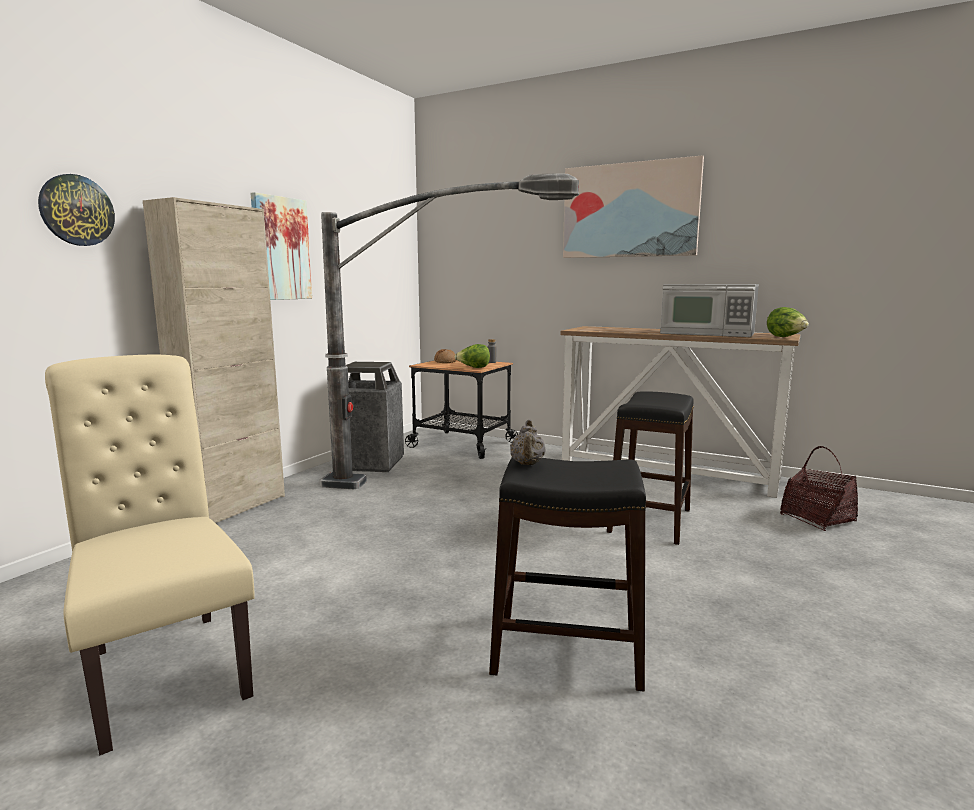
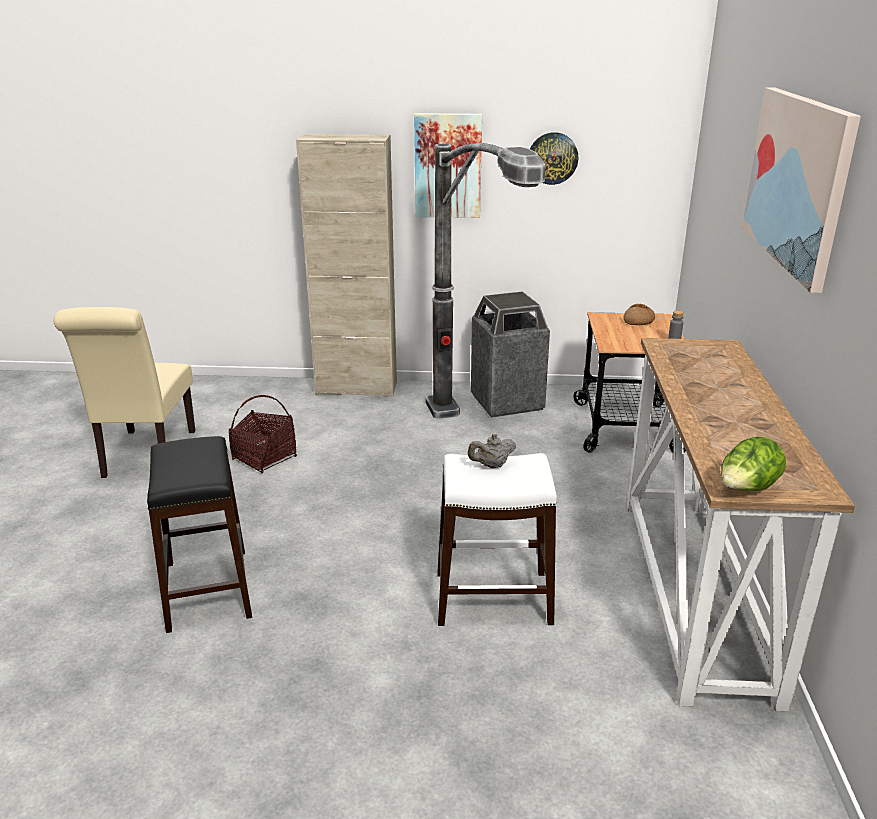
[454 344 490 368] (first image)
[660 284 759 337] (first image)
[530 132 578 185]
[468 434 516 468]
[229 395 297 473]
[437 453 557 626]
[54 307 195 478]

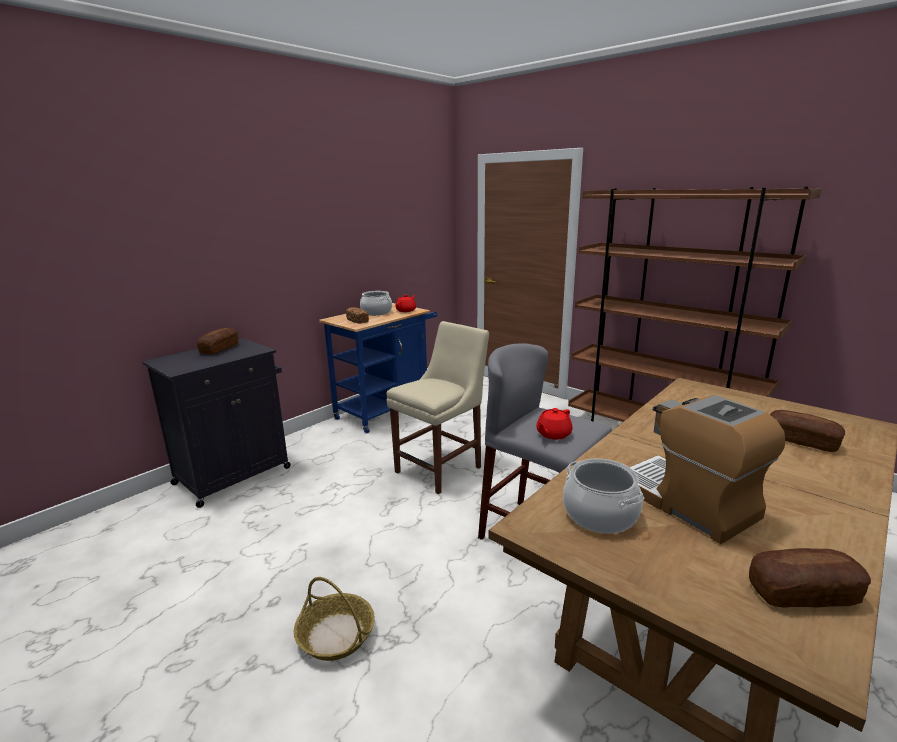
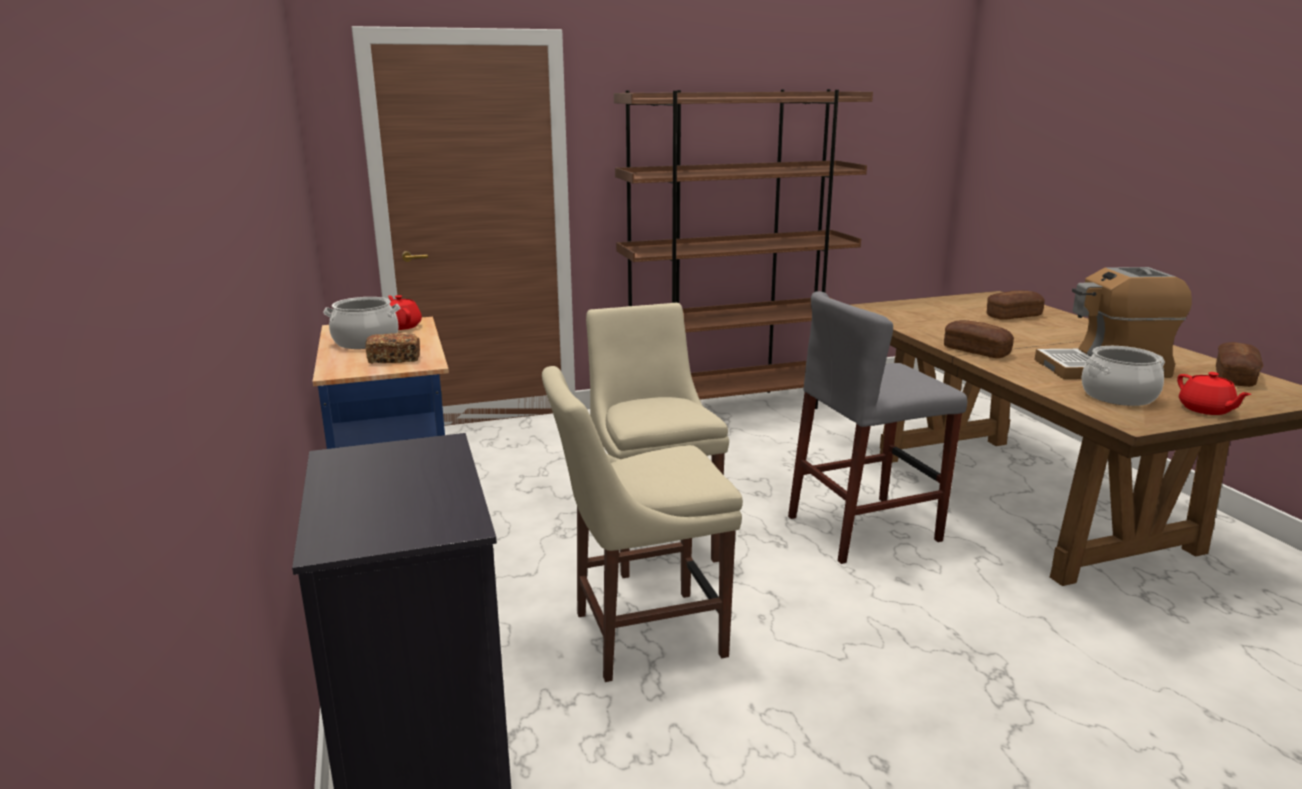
[294 577 375 661] (first image)
[542 366 743 682]
[944 320 1014 358]
[1177 372 1252 415]

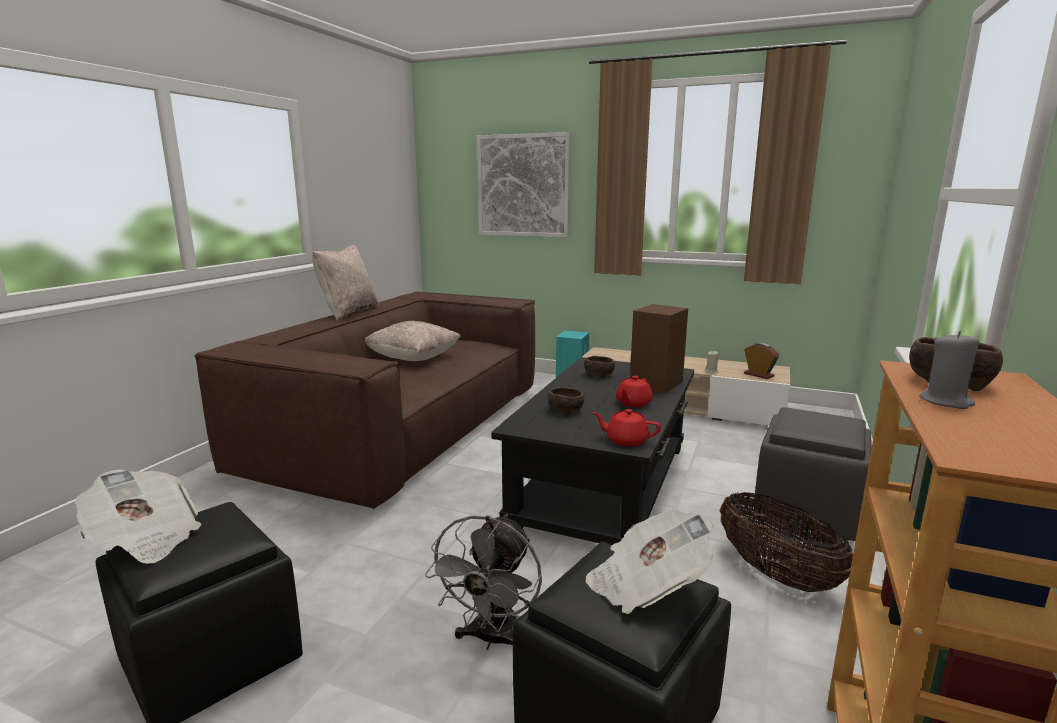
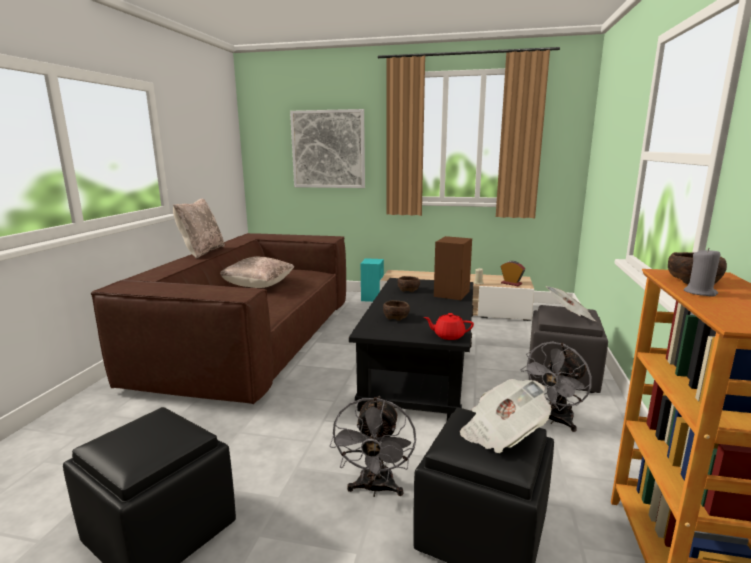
[616 376 653 407] (first image)
[546 286 596 321]
[521 342 592 432]

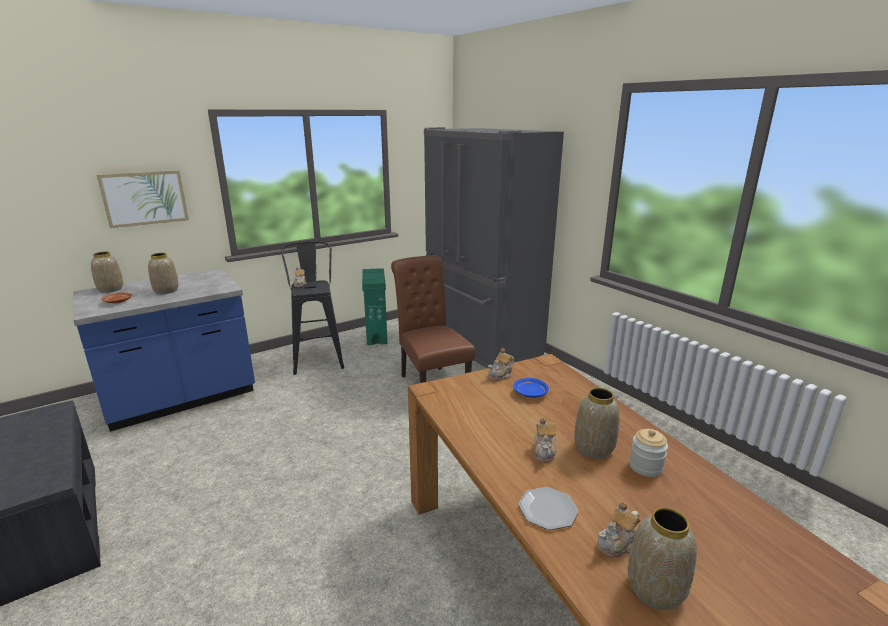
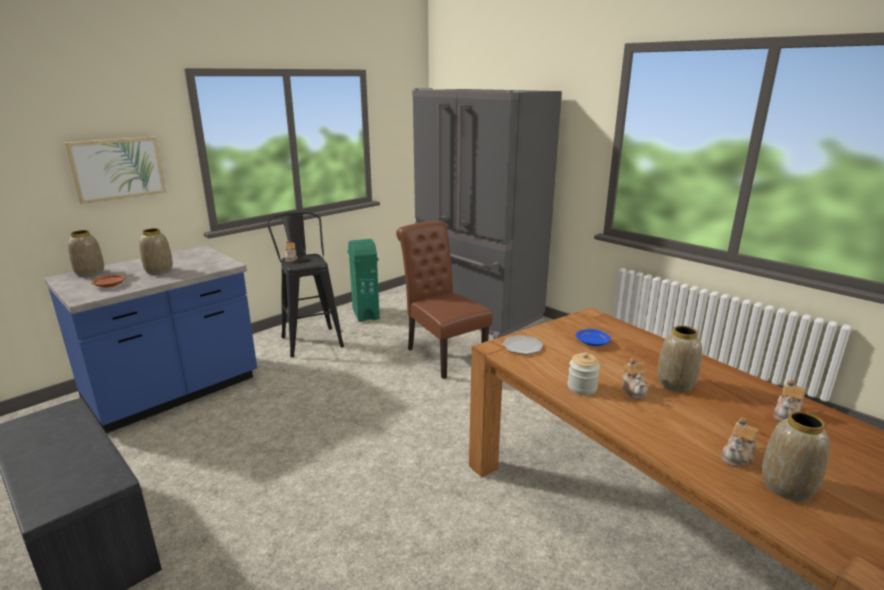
[773 379 805 422]
[502 335 543 355]
[568 352 600 395]

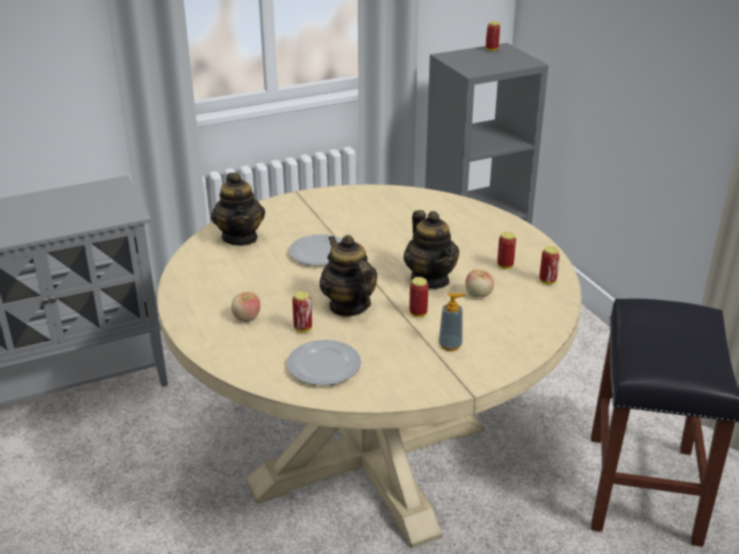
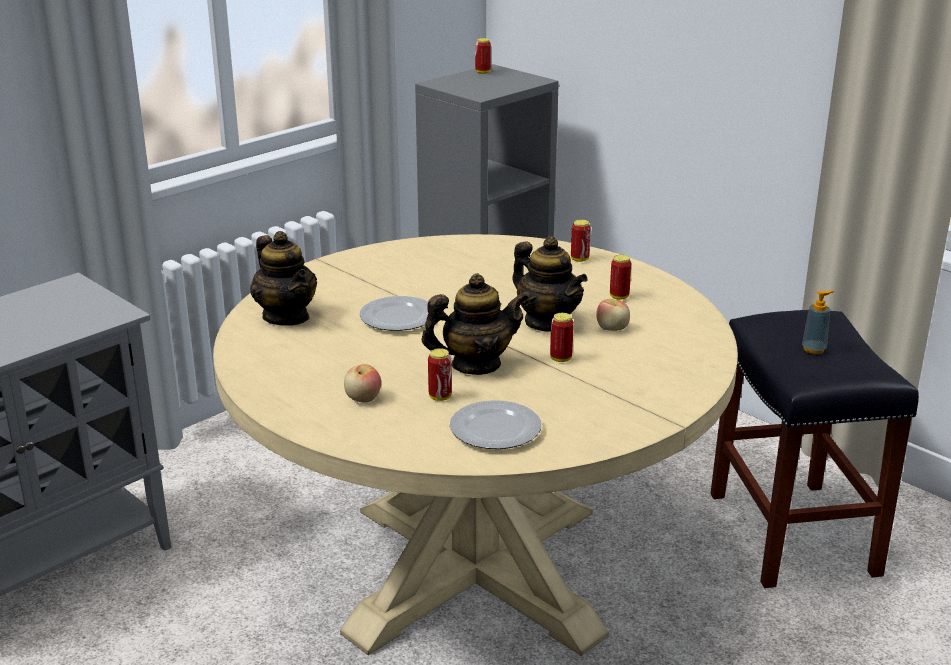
[802 290 834 354]
[571 220 591 262]
[422 273 529 375]

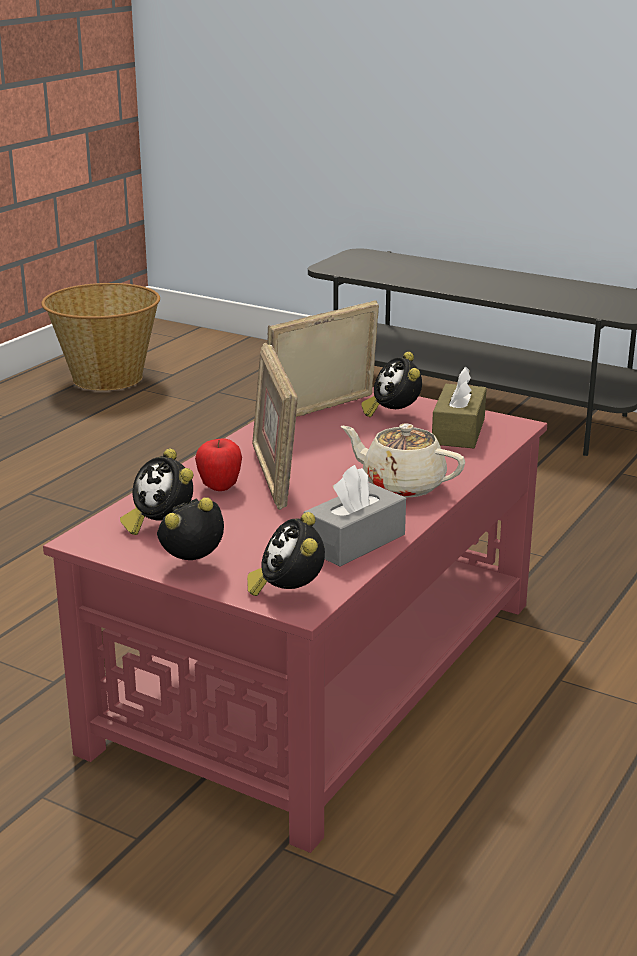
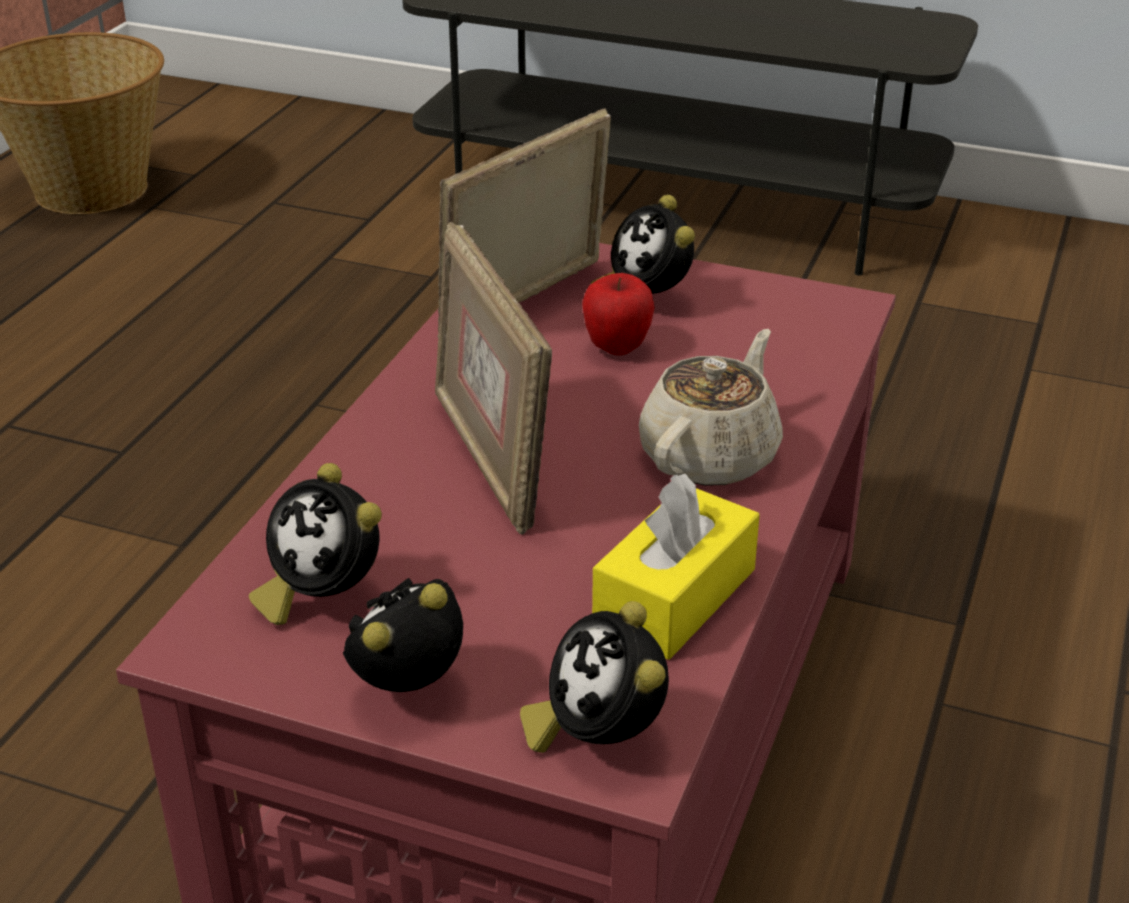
[432 367 487 449] (first image)
[582 273 655 355]
[592 474 760 660]
[639 329 783 486]

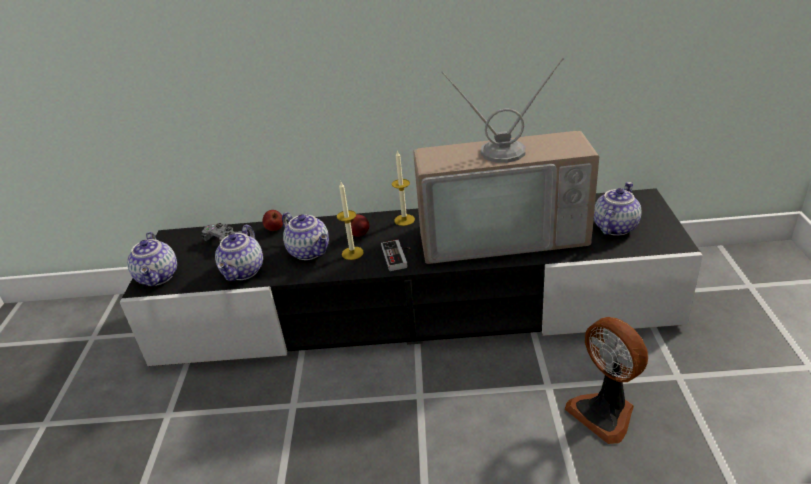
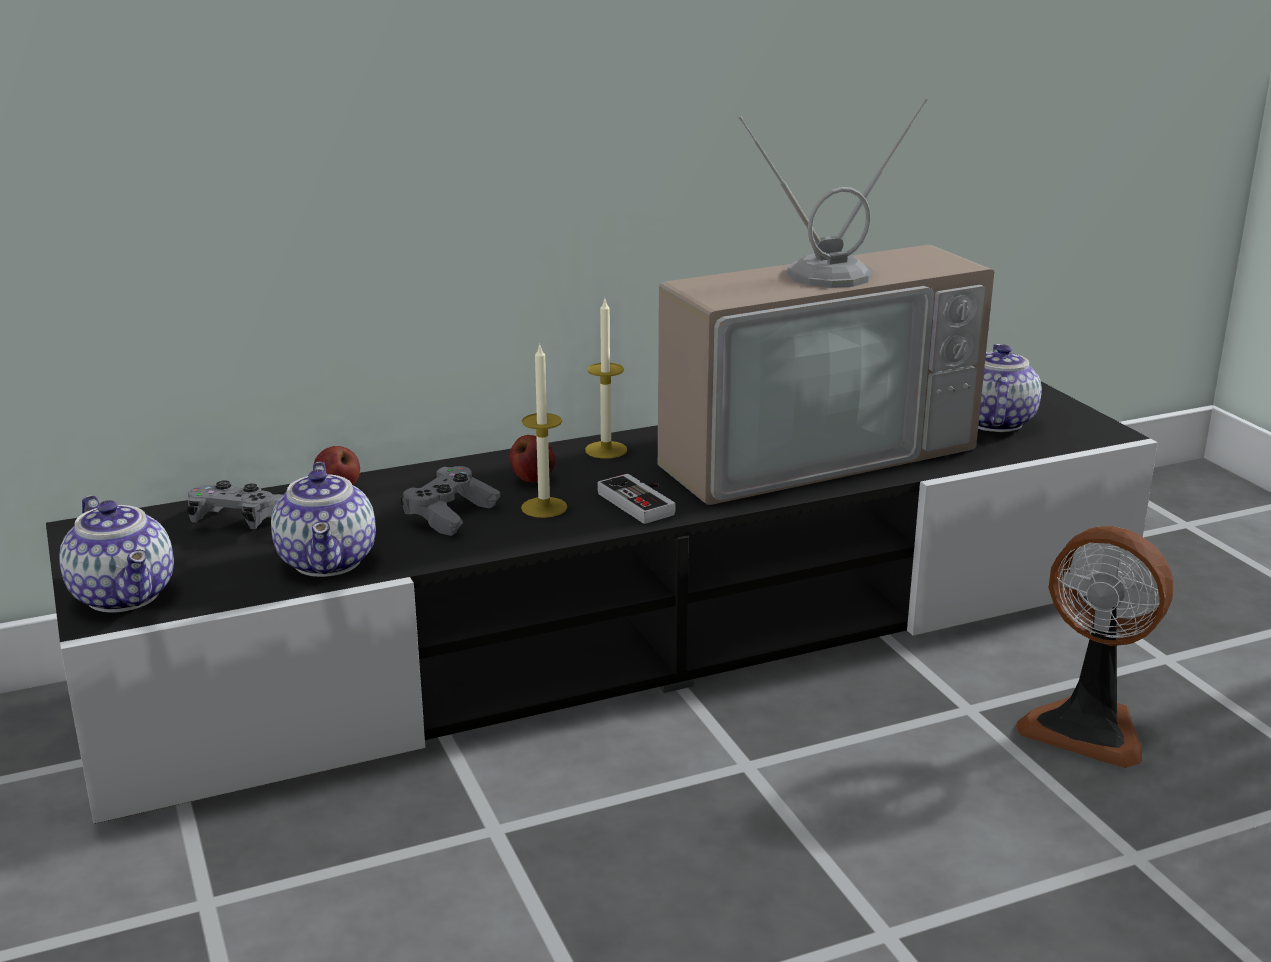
[401 466 500 536]

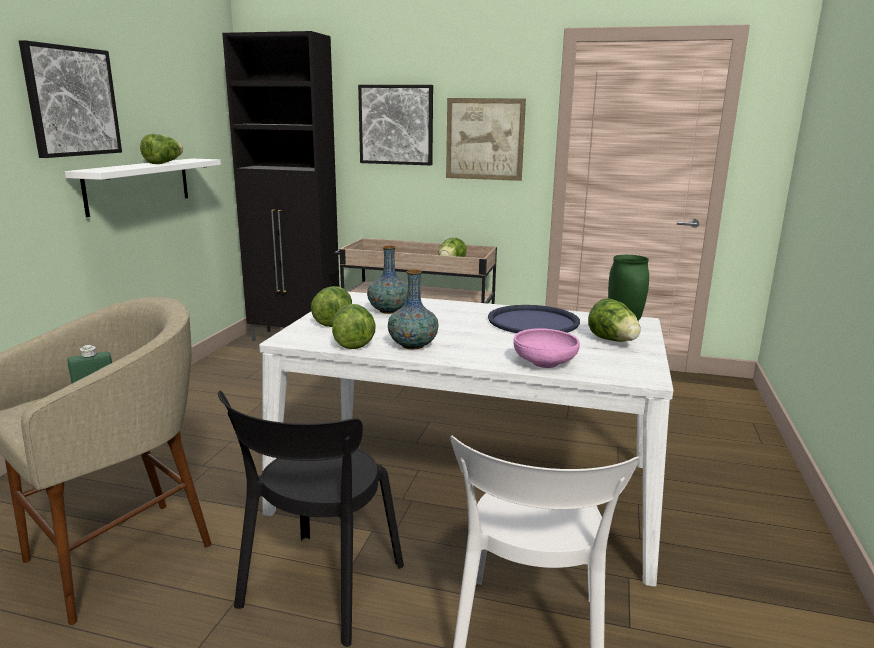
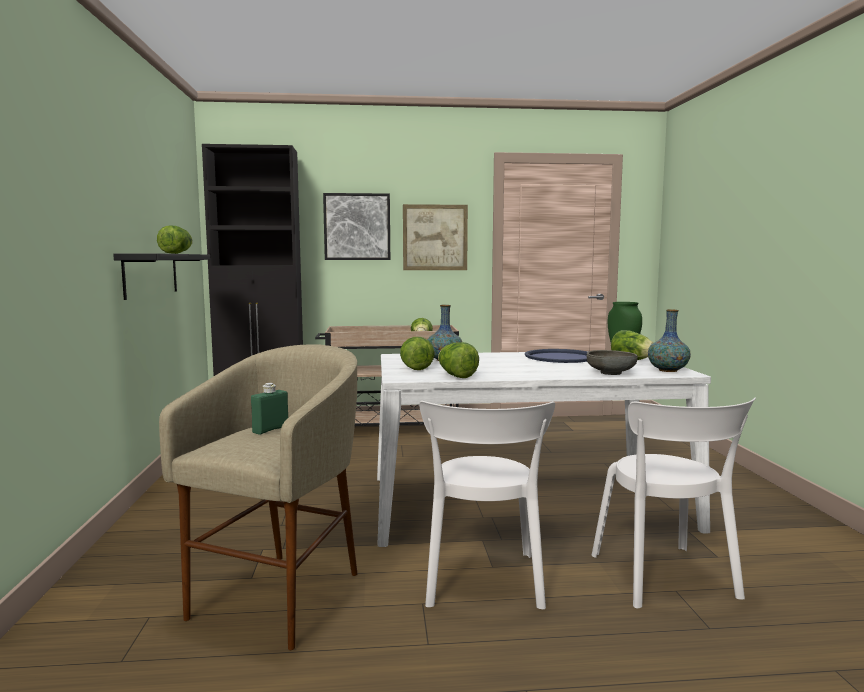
[19 40 122 158] (first image)
[648 309 691 372]
[113 253 210 300]
[419 401 555 609]
[587 350 638 375]

